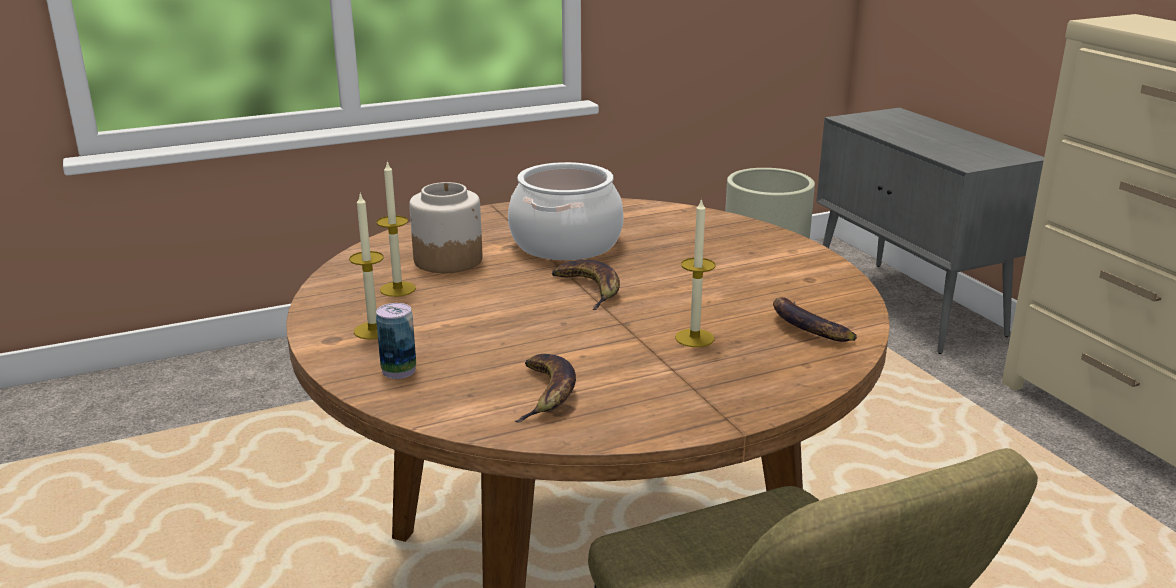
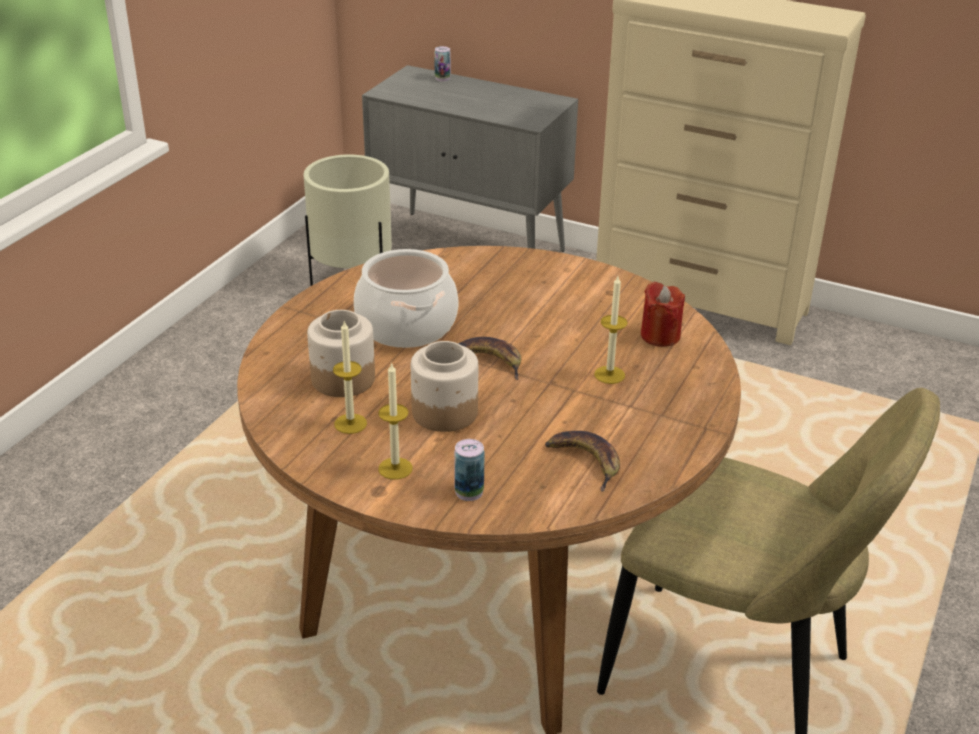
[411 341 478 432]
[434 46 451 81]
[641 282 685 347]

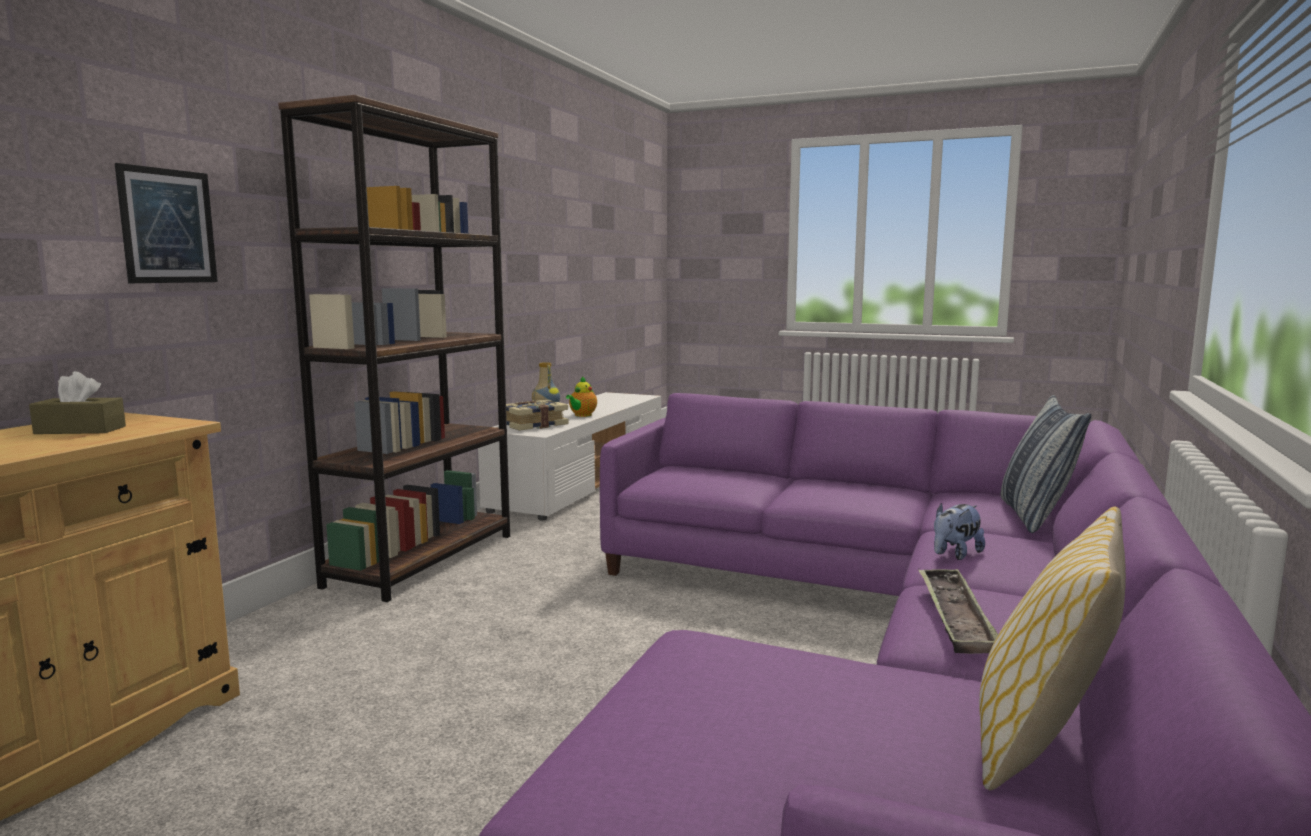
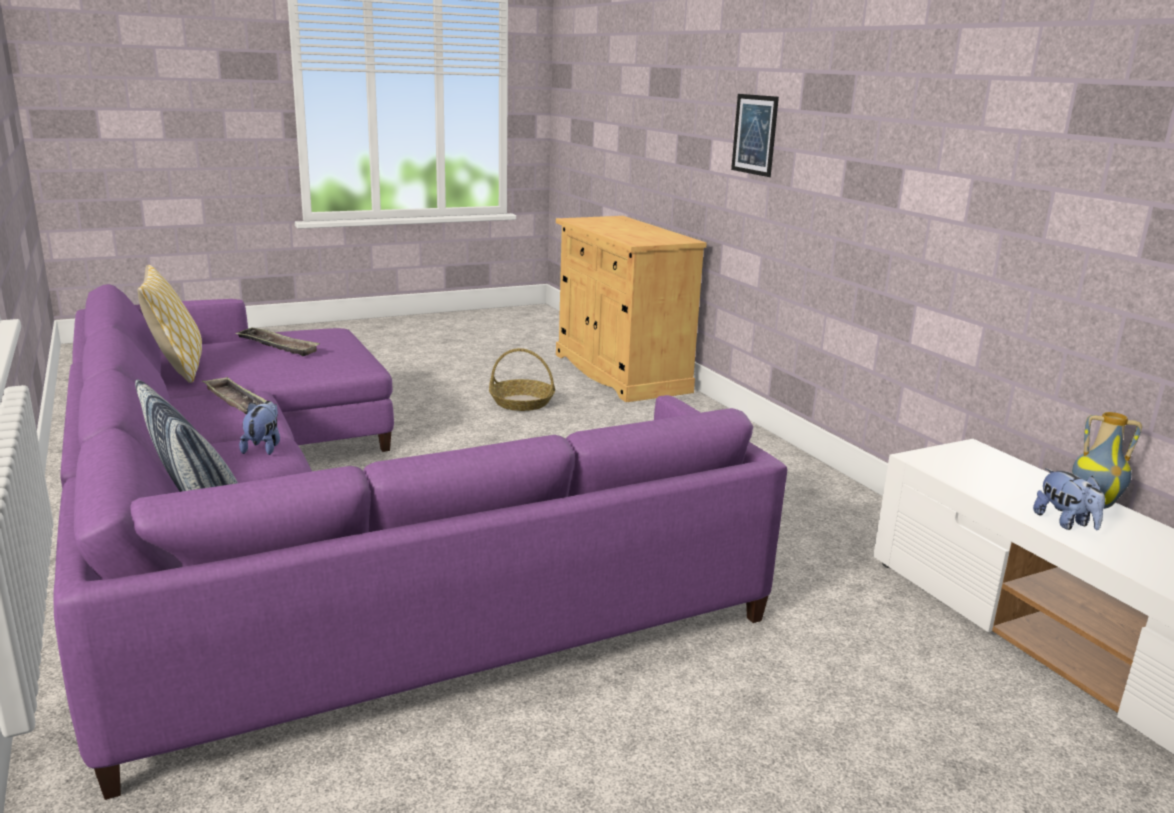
[29 371 126 434] (first image)
[278 95 510 602] (first image)
[506 400 569 431] (first image)
[235 328 320 356]
[489 348 555 411]
[1033 468 1105 530]

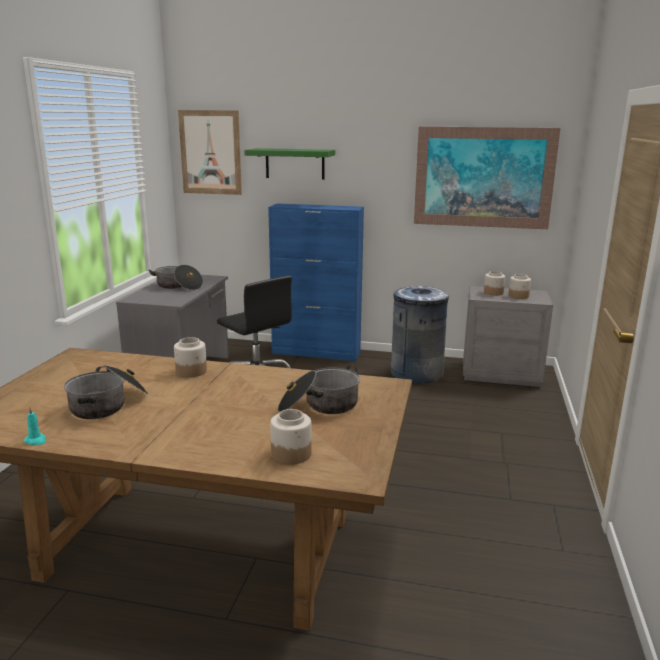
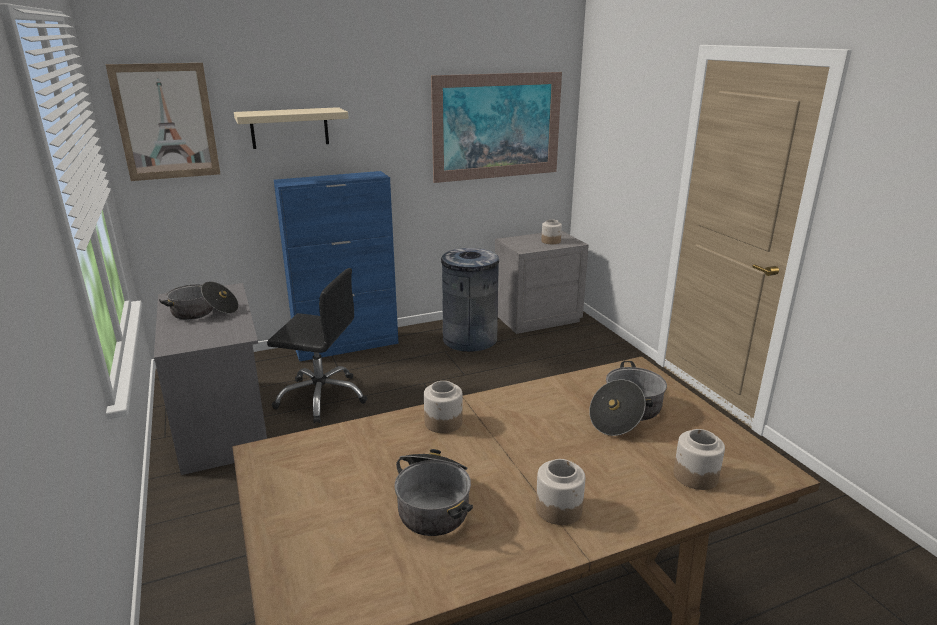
[23 407 46 445] (first image)
[536 459 585 525]
[234 107 349 149]

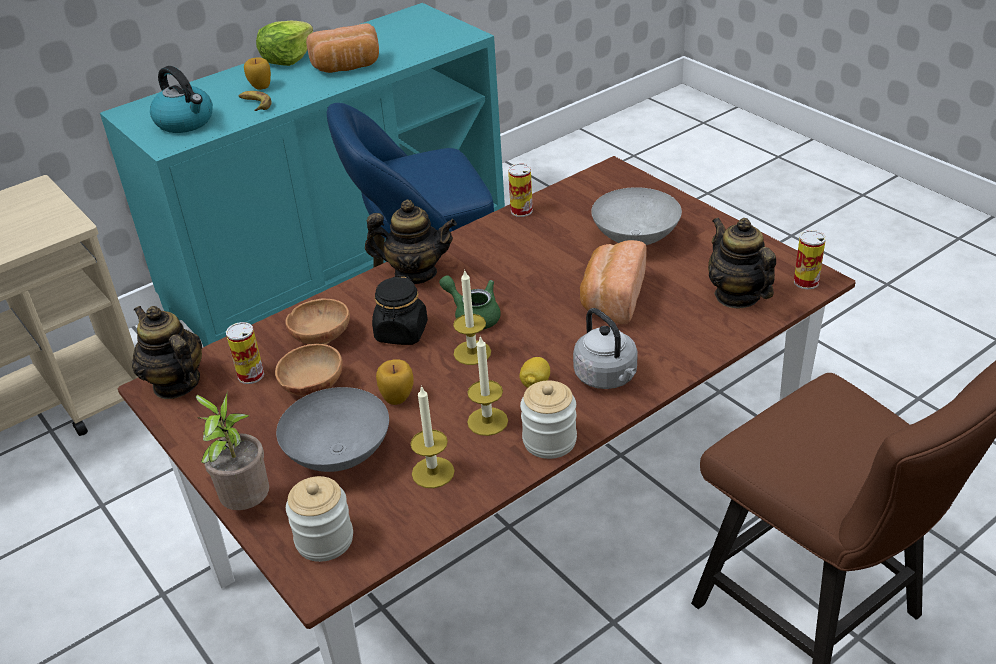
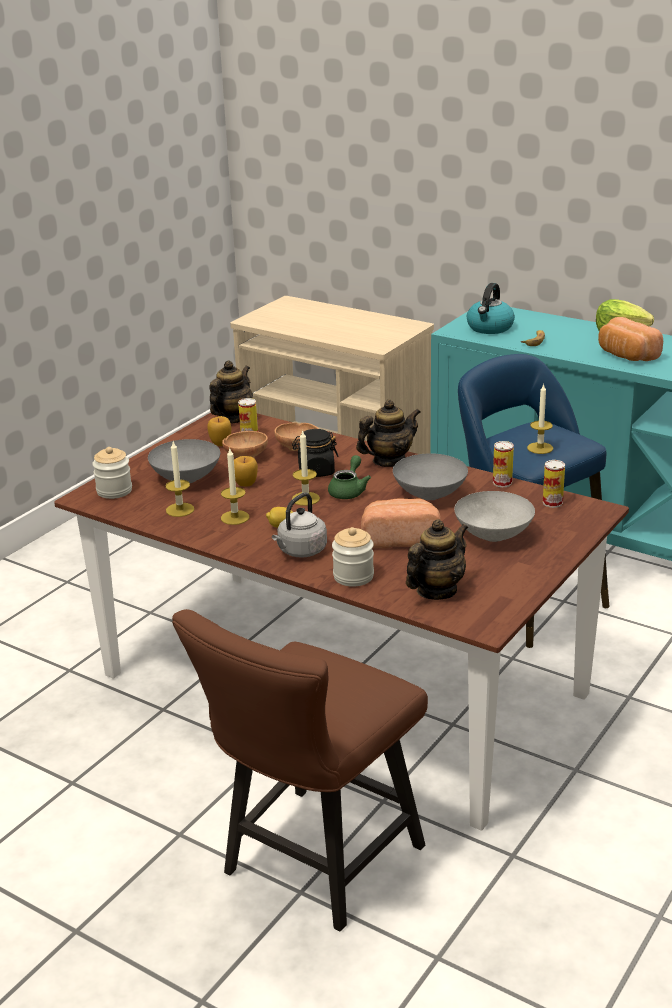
[195 389 269 510] (first image)
[393 453 468 500]
[527 384 553 454]
[207 416 231 446]
[332 527 374 586]
[543 460 565 508]
[356 399 420 467]

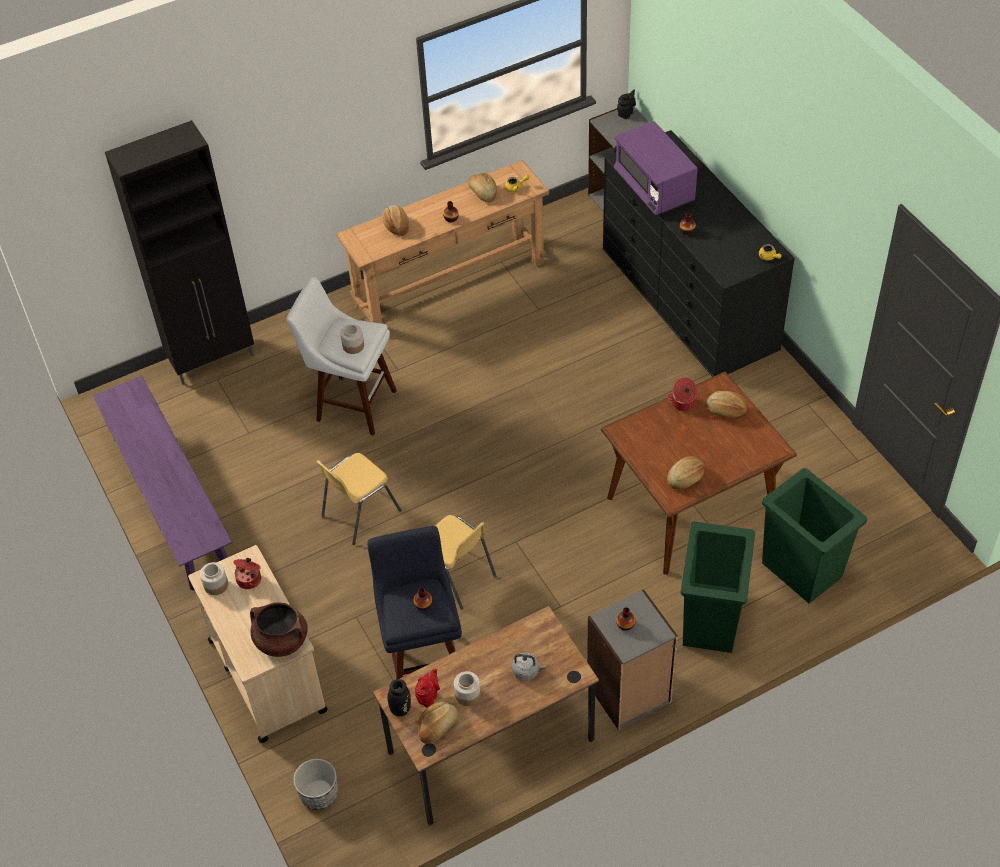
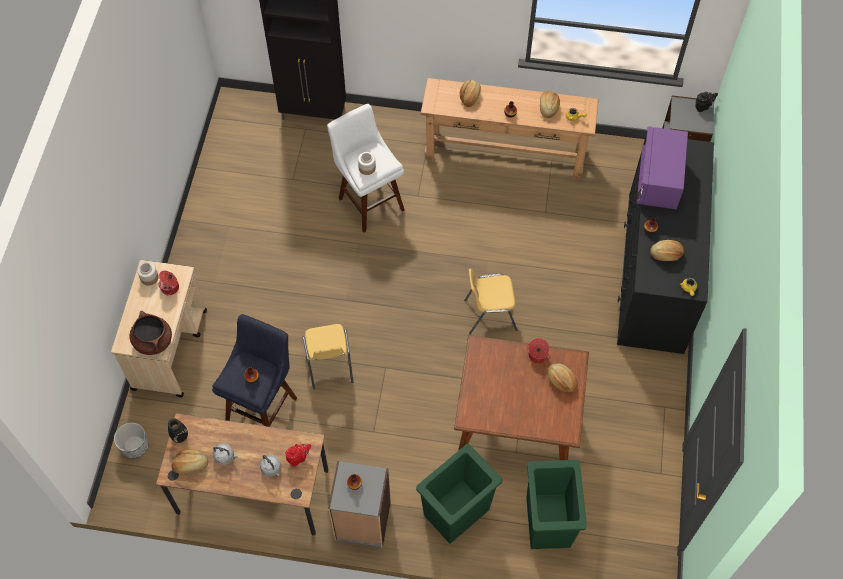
[93 376 232 591] (first image)
[464 269 517 334]
[286 444 311 466]
[650 240 684 261]
[213 443 238 465]

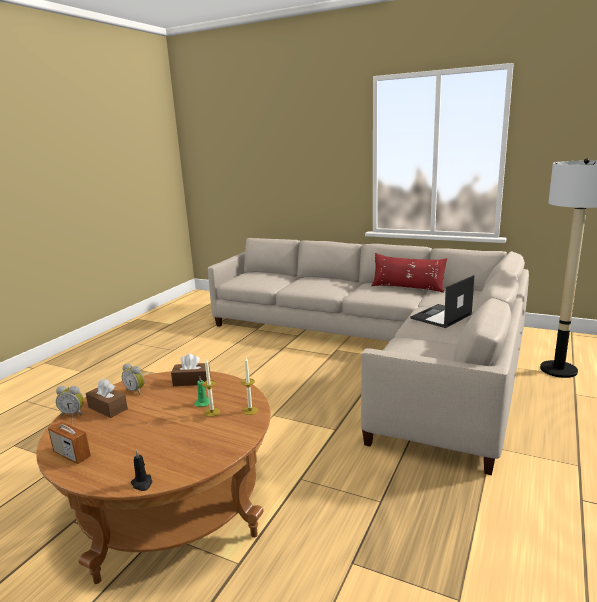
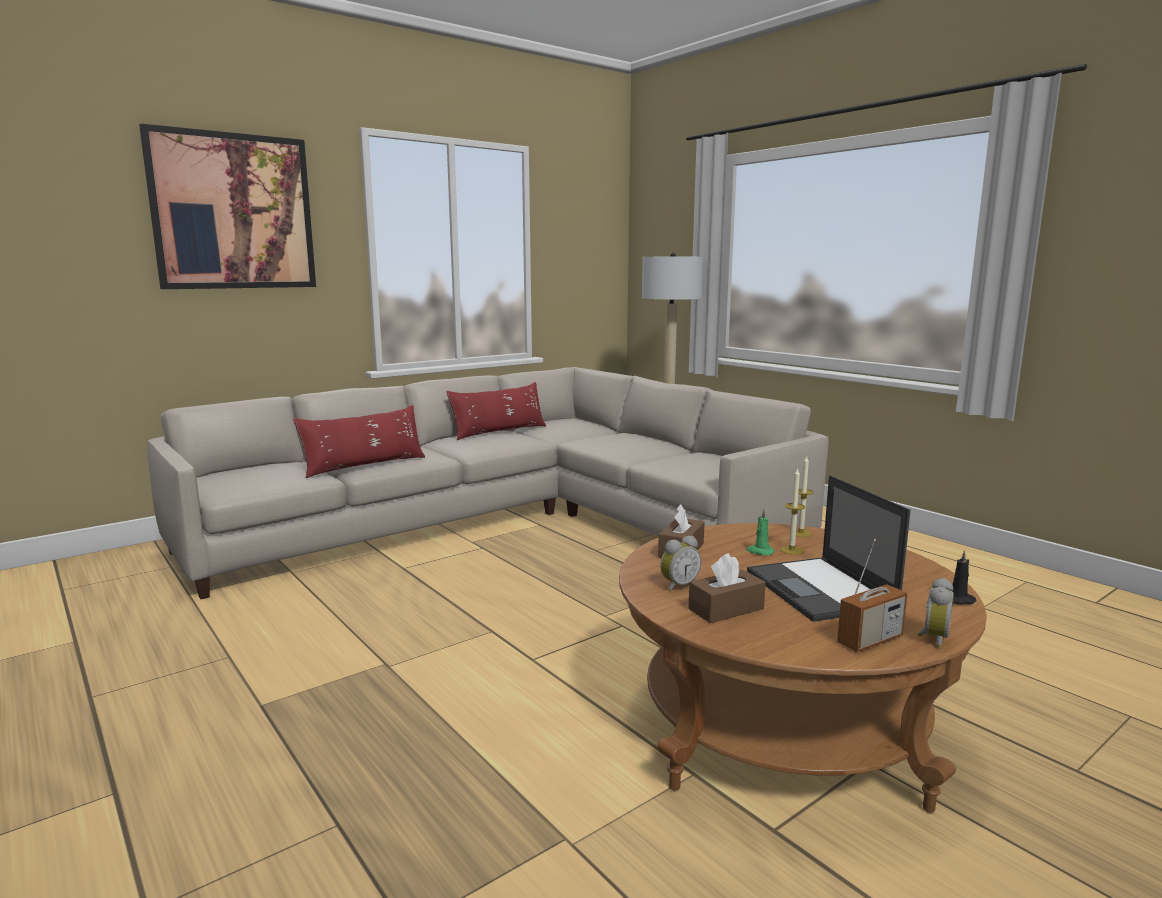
[139 124 316 289]
[293 405 425 478]
[918 578 954 648]
[747 475 911 622]

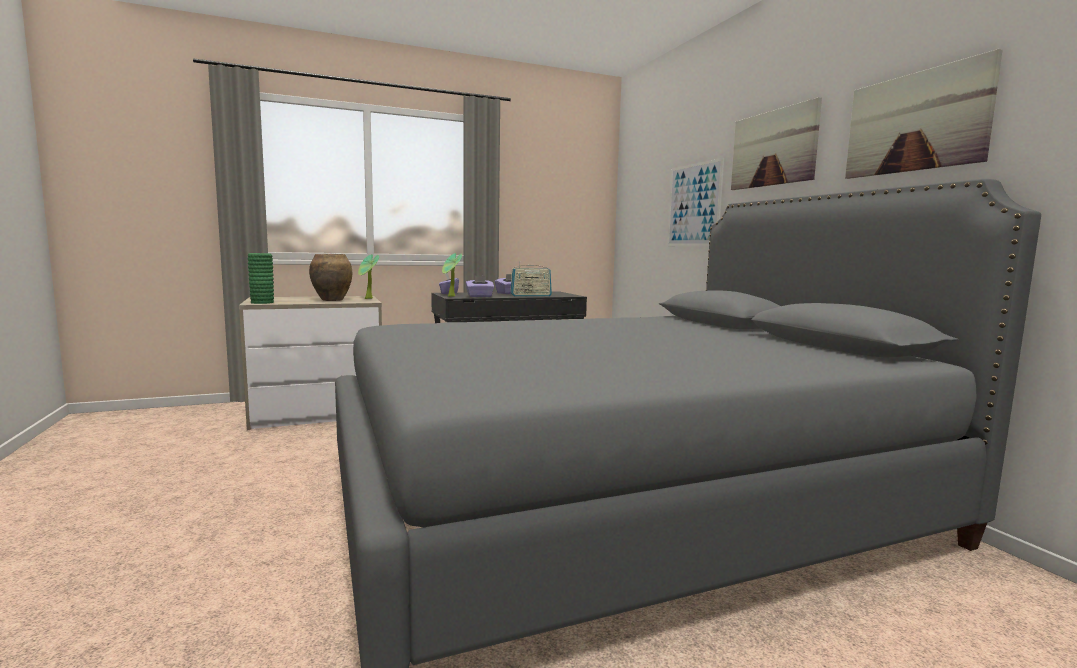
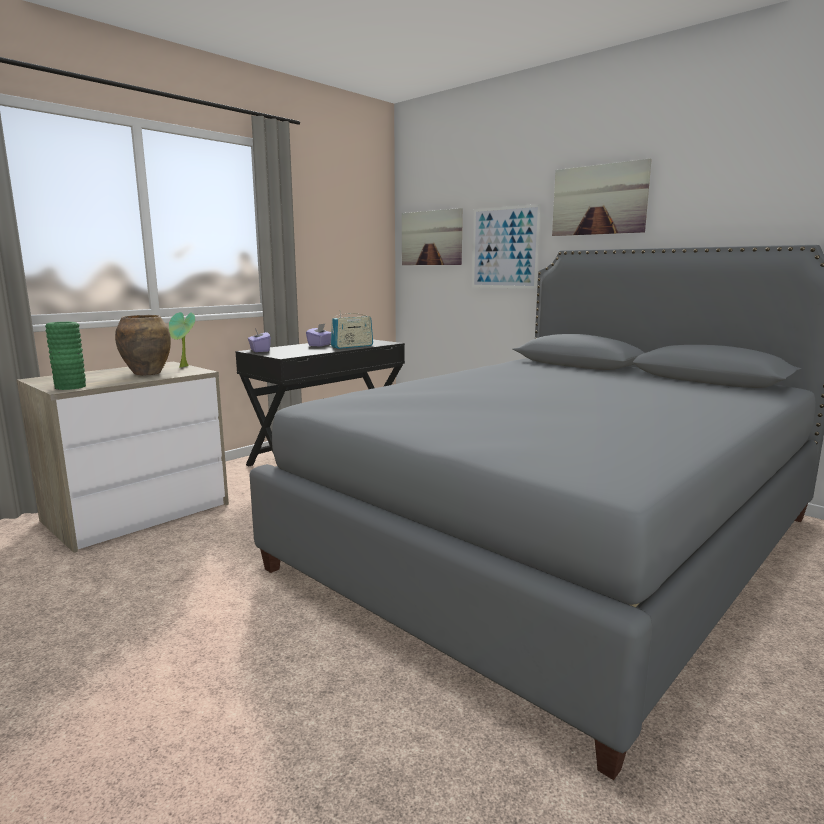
[442 253 462 297] (first image)
[466 275 494 297] (first image)
[402 208 463 265]

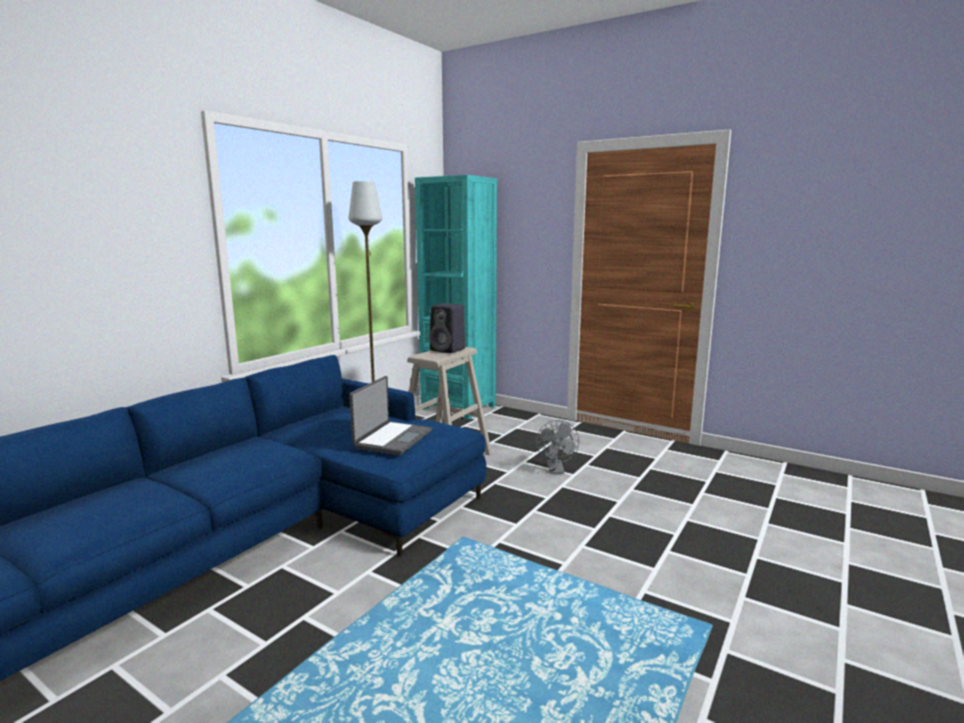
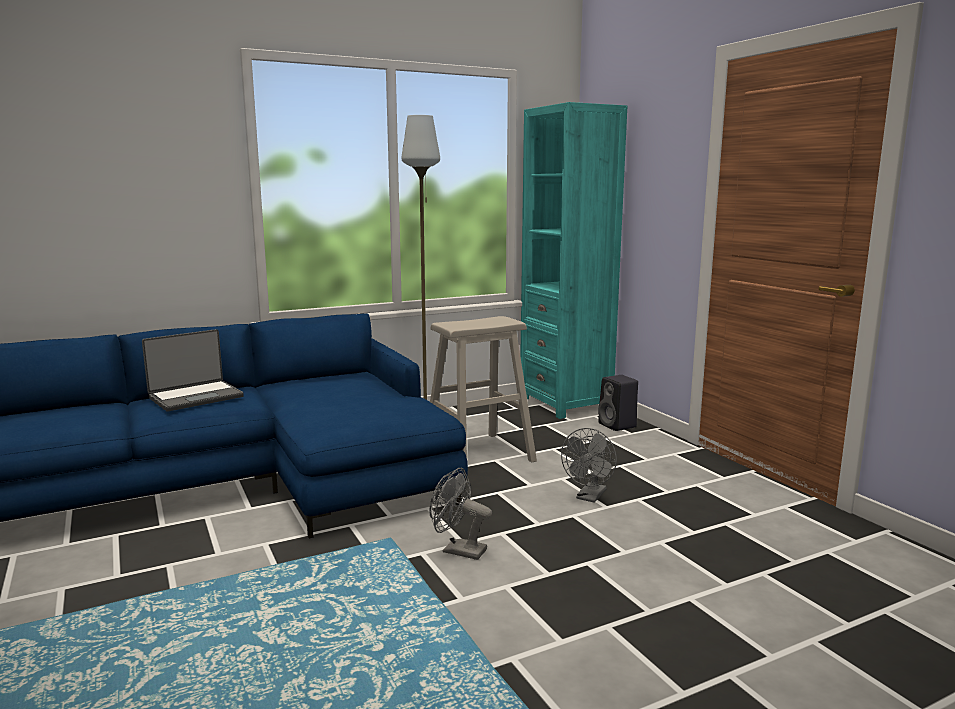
[429 468 492 560]
[142 329 244 412]
[598 375 638 431]

